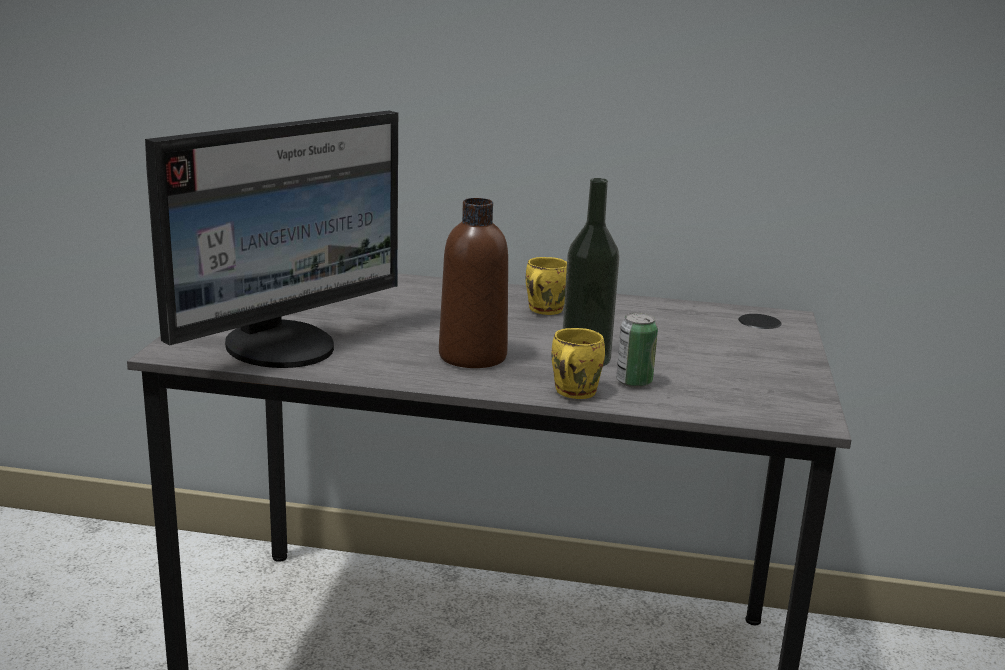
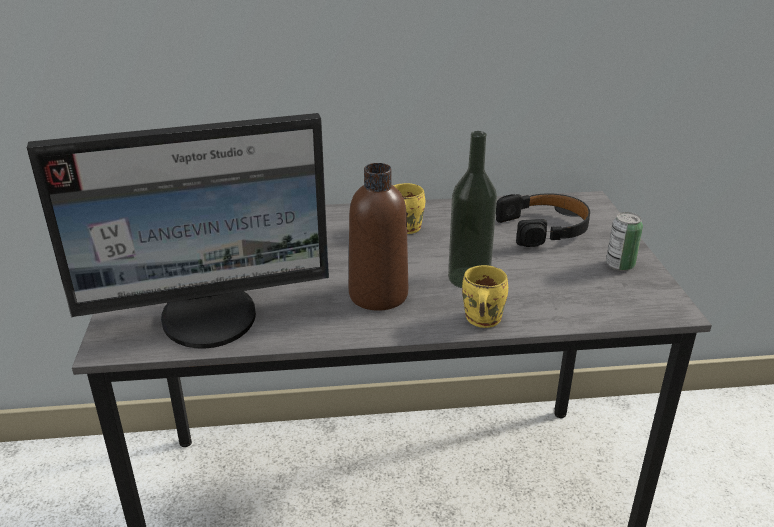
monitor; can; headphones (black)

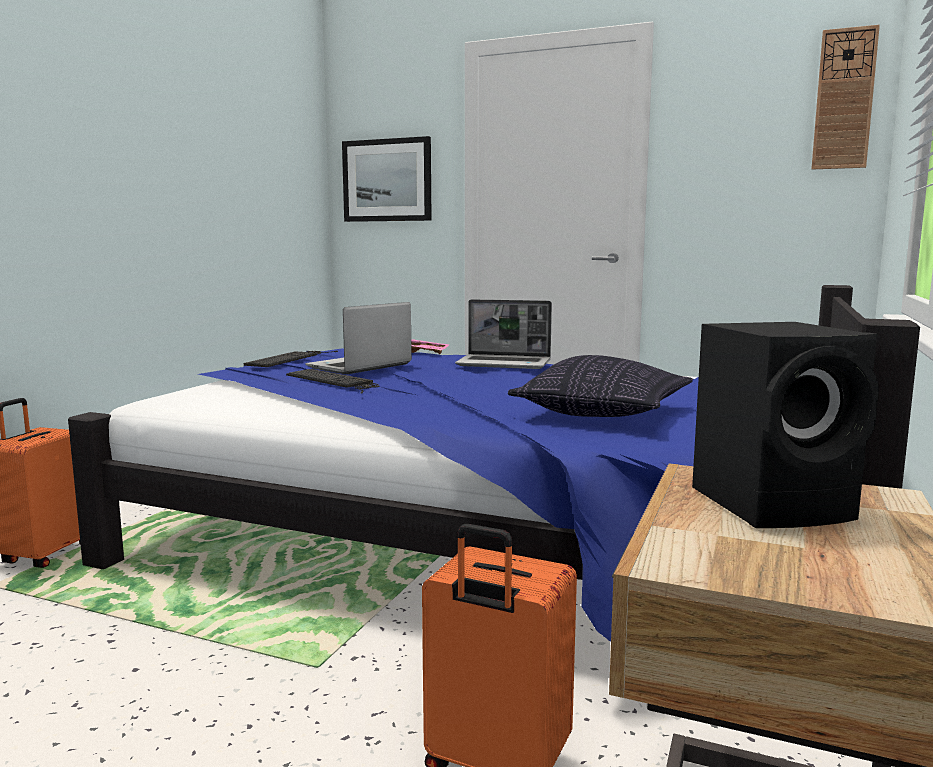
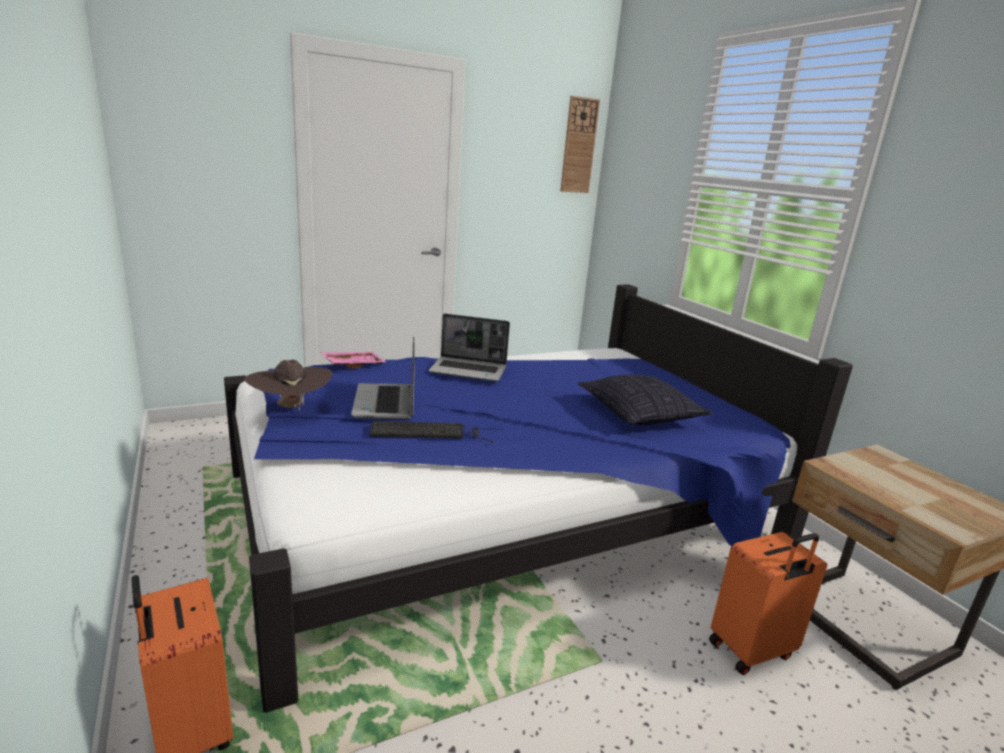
hat (brown); picture; laptop (2nd from left); speaker (black)

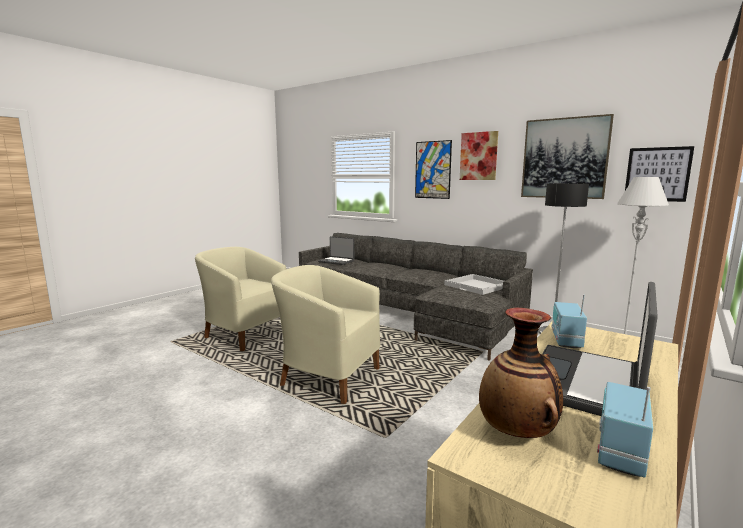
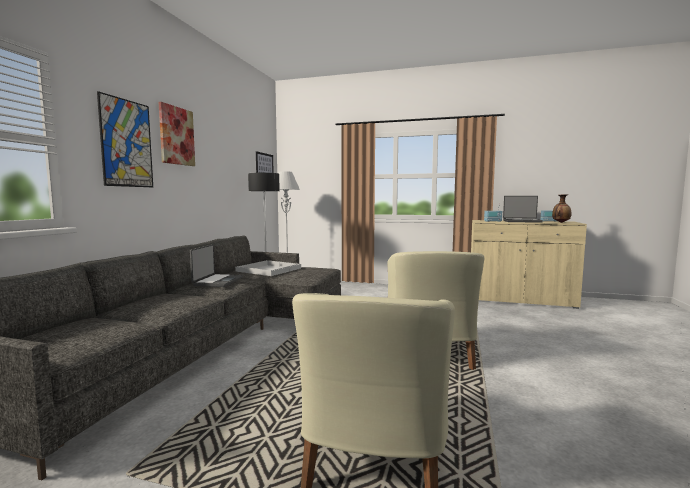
laptop (1st from left); picture (3rd from left in the first image)

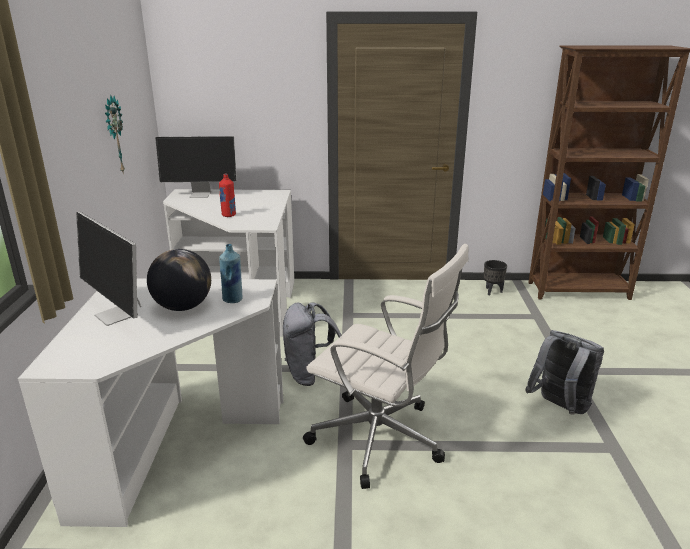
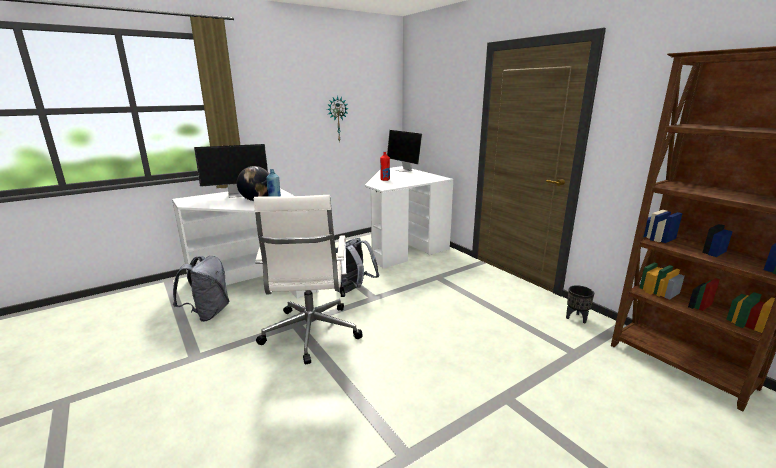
monitor (1st from left); backpack (grey) (1st from left)

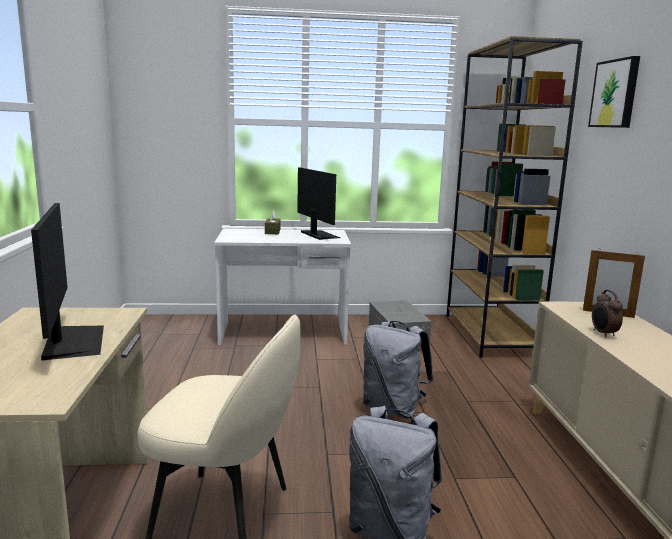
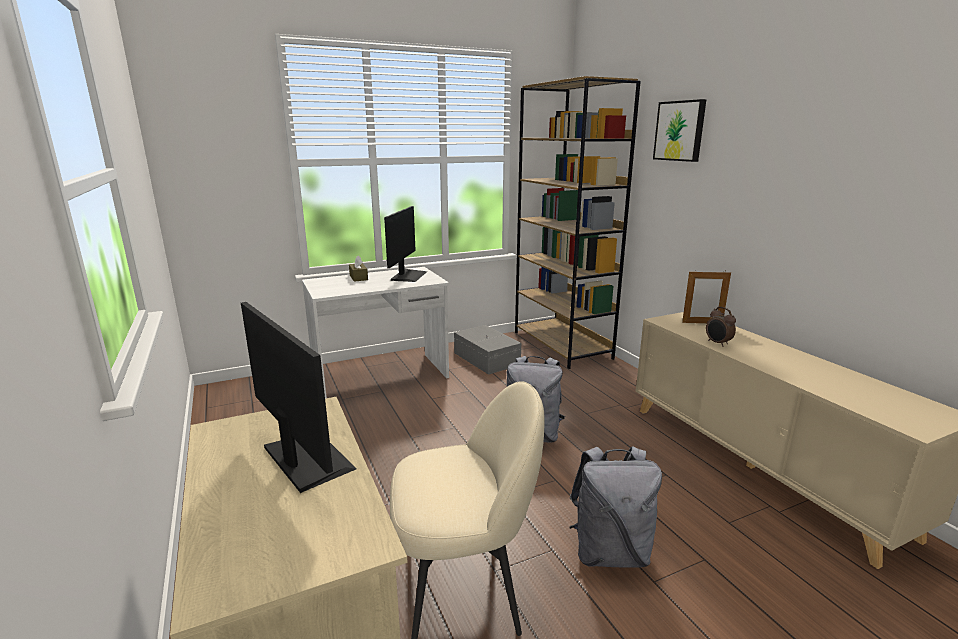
monitor (2nd from left)

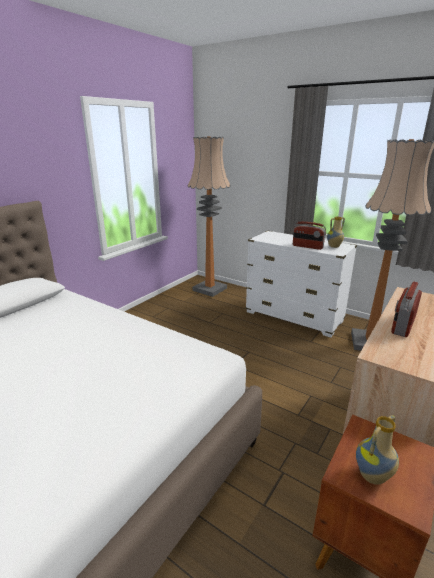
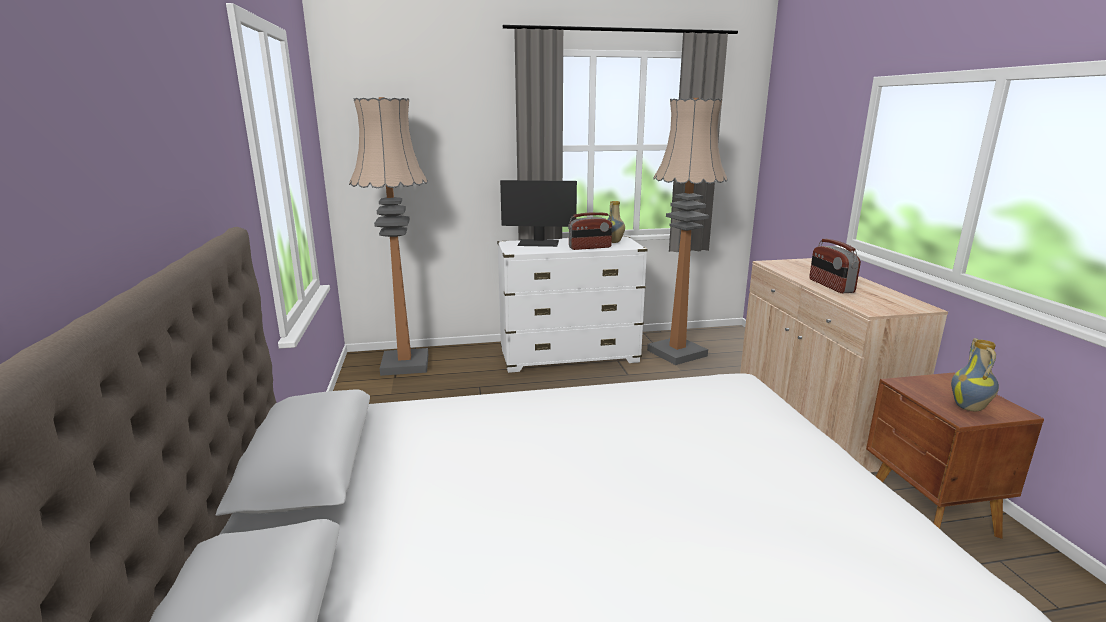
monitor

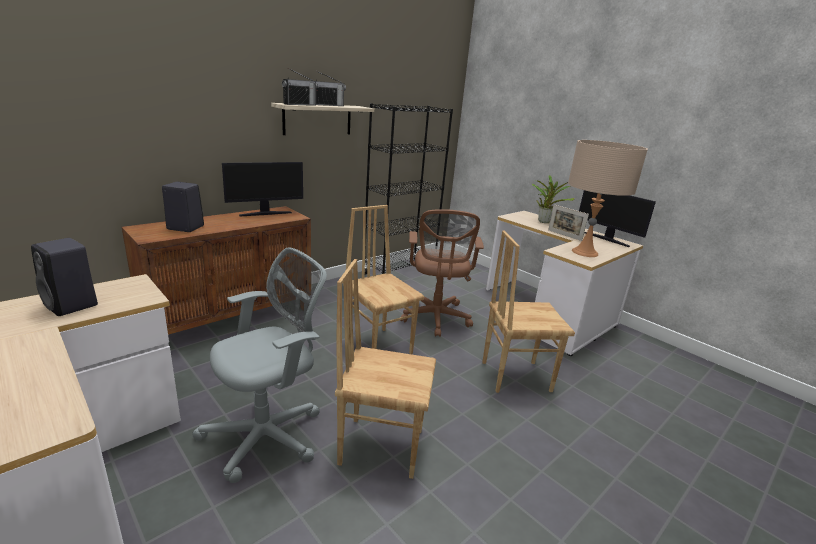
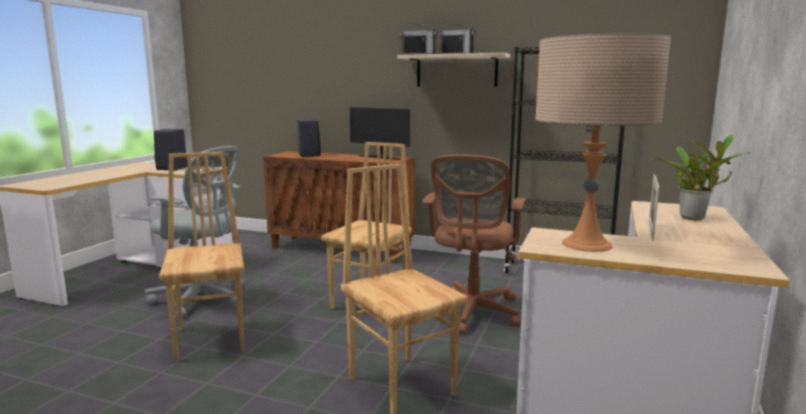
office chair (brown); monitor (2nd from left in the first image)

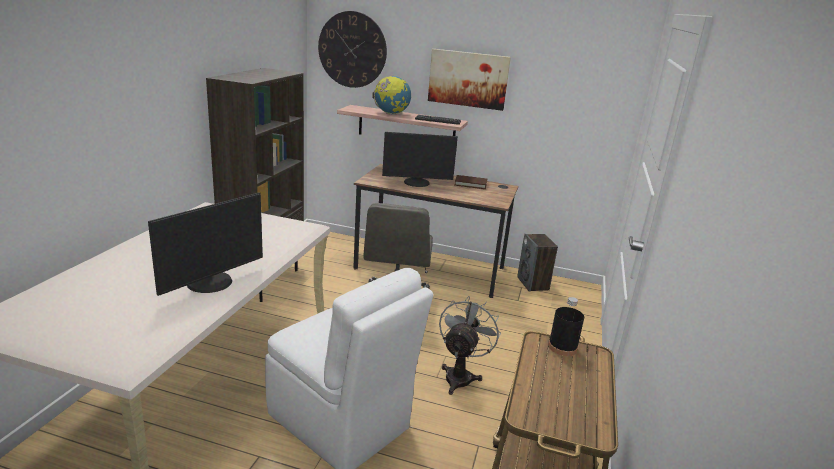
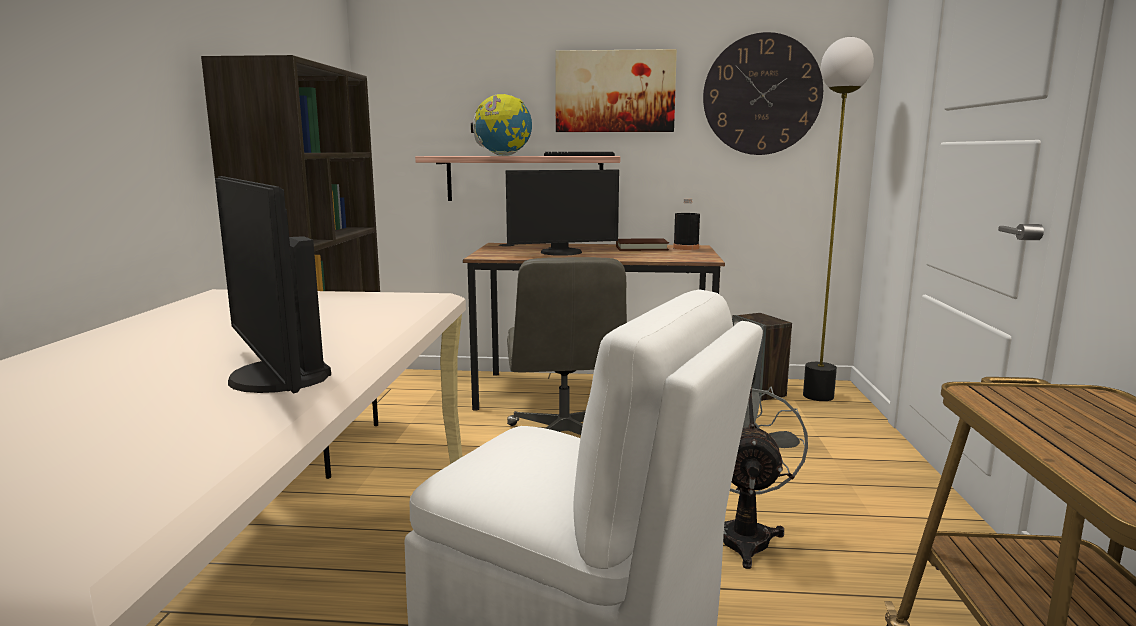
monitor (1st from left); wall clock; bottle (black); floor lamp

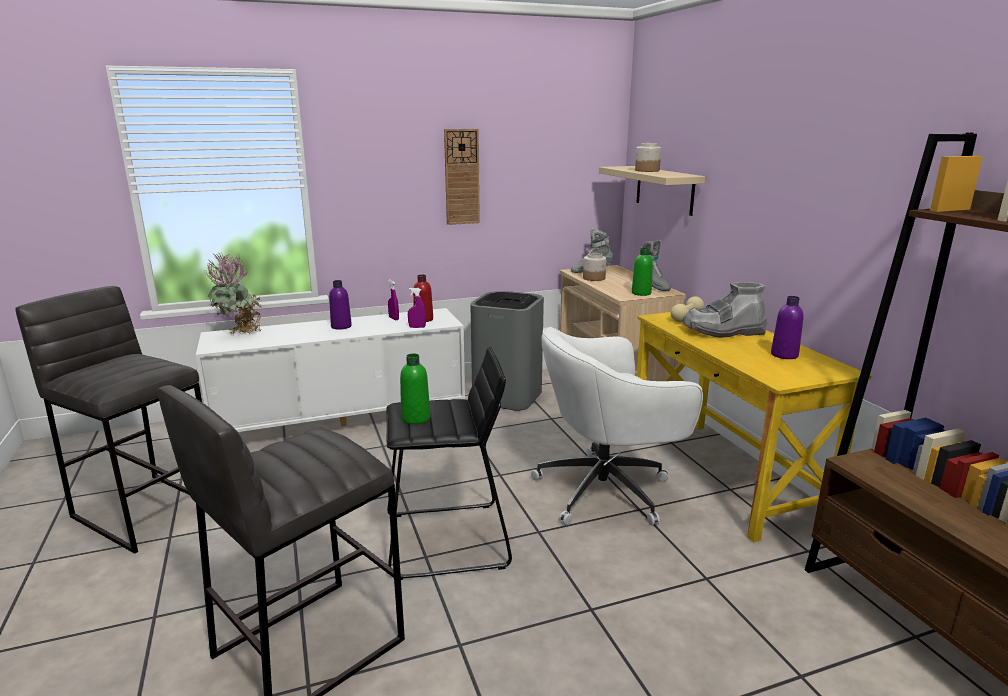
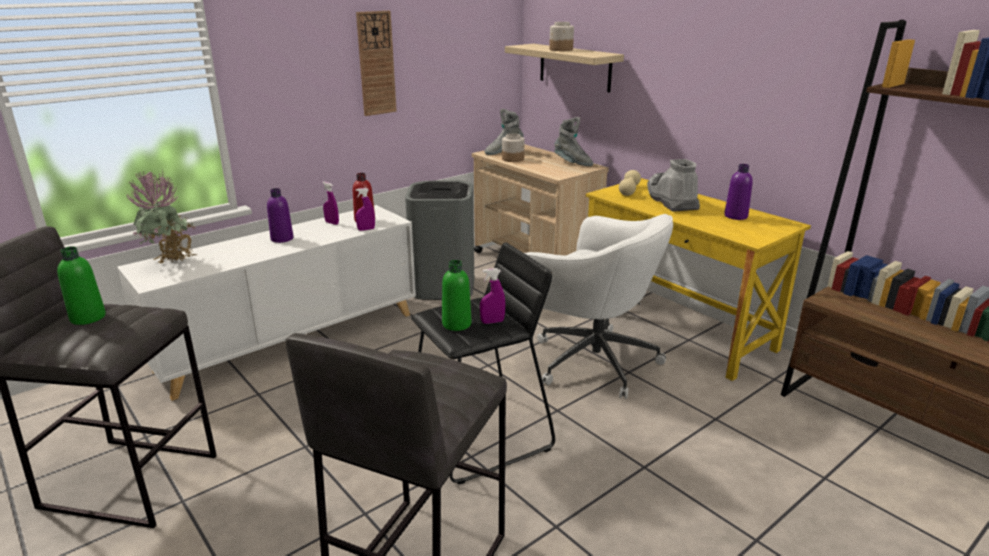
office chair (white); bottle (green) (1st from left); boot (grey) (3rd from left); spray bottle (purple) (3rd from left)

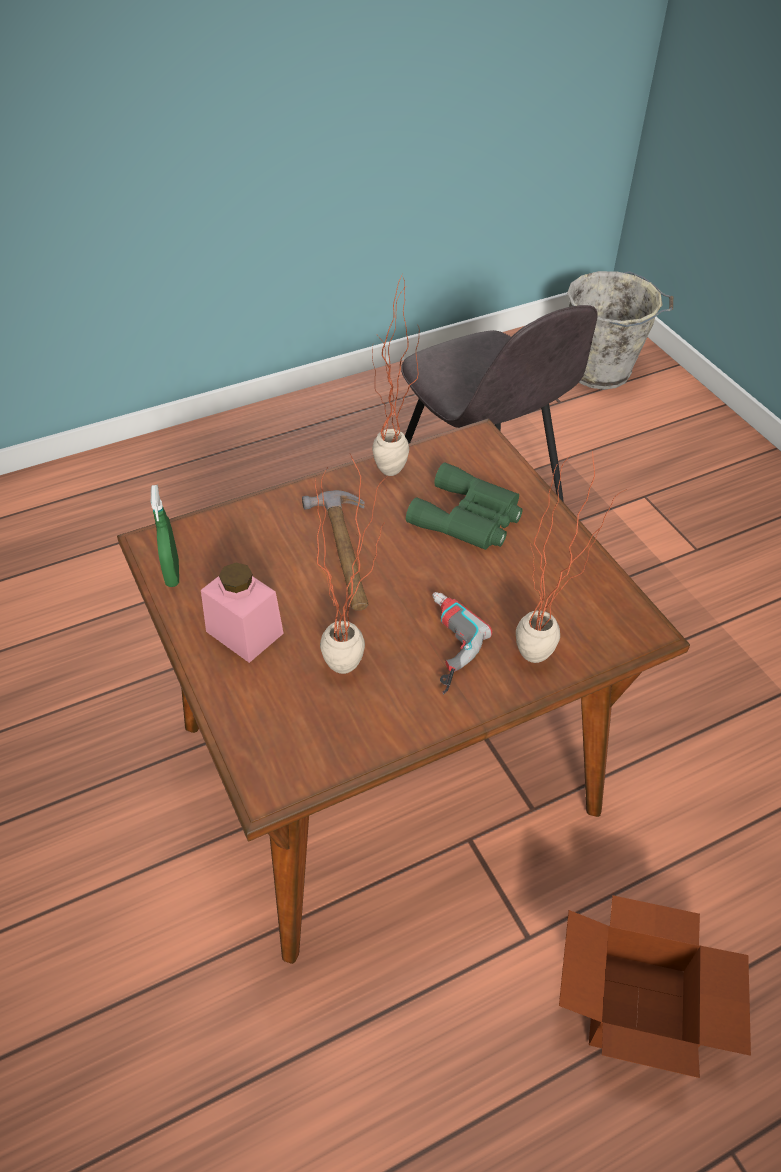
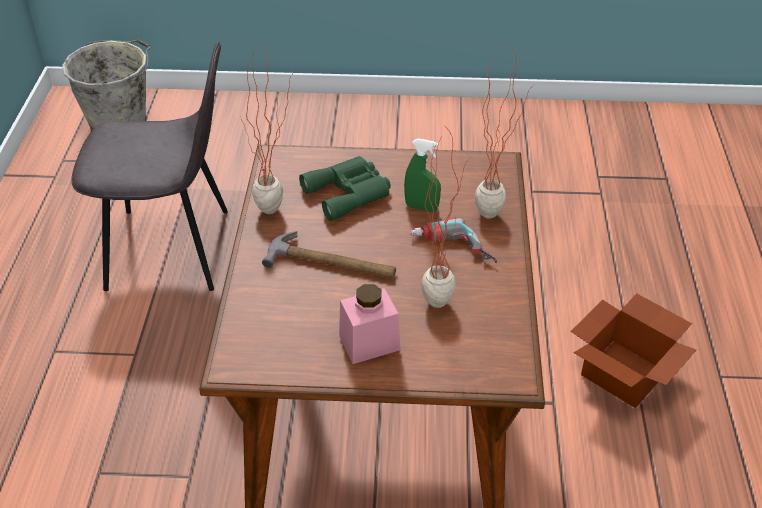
spray bottle (green)

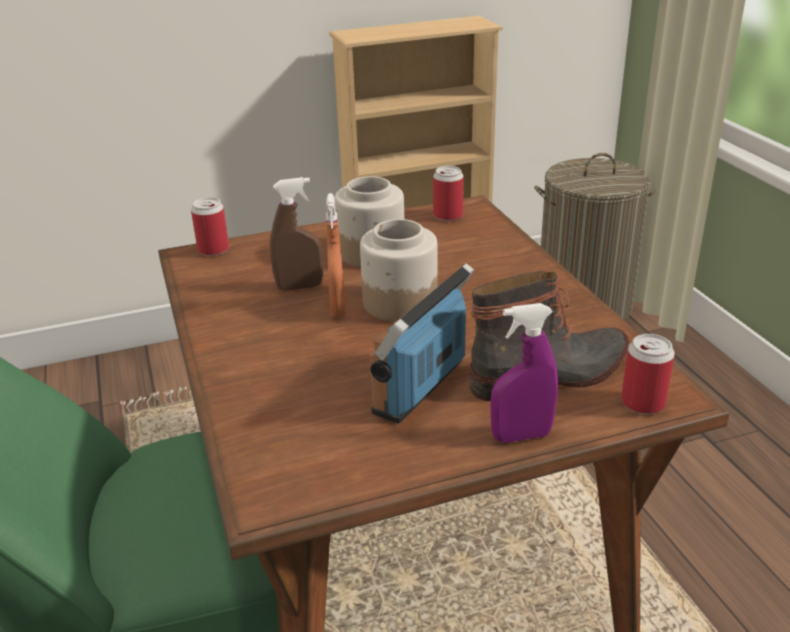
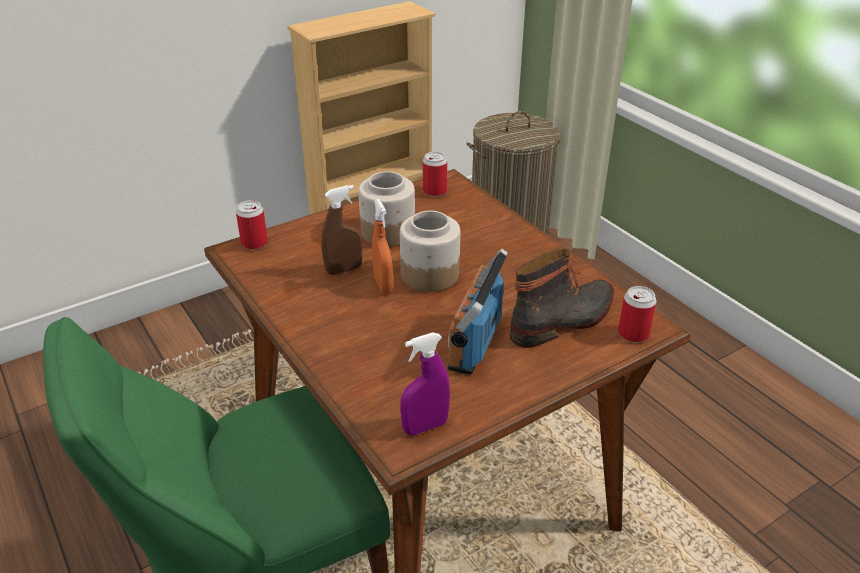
spray bottle (purple)

